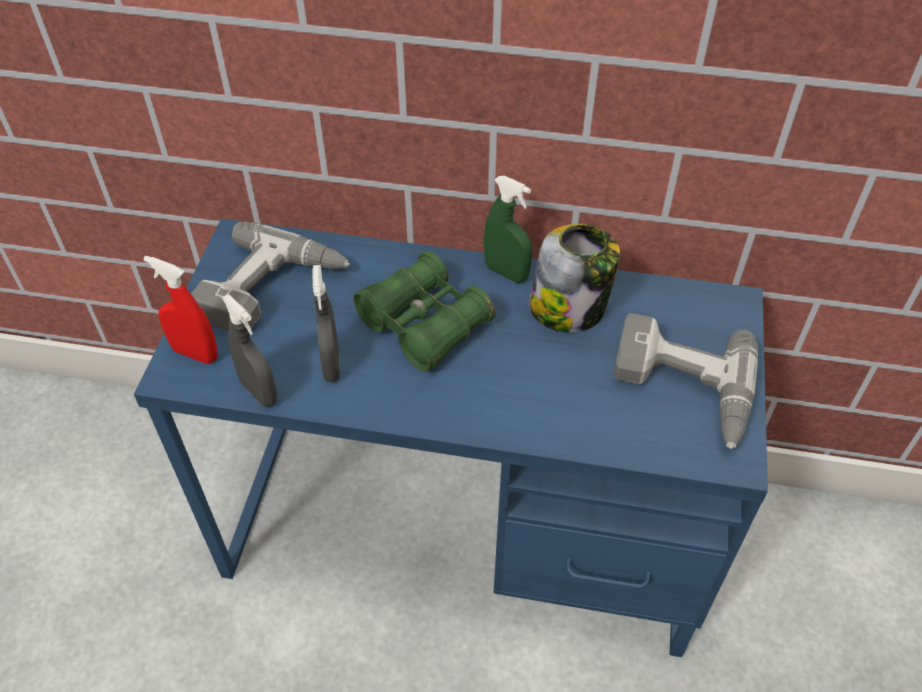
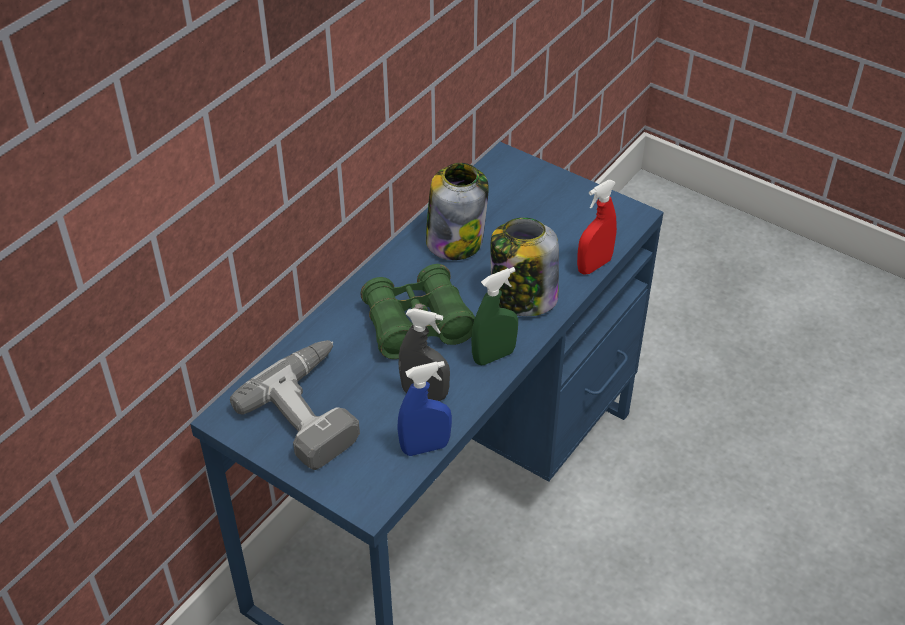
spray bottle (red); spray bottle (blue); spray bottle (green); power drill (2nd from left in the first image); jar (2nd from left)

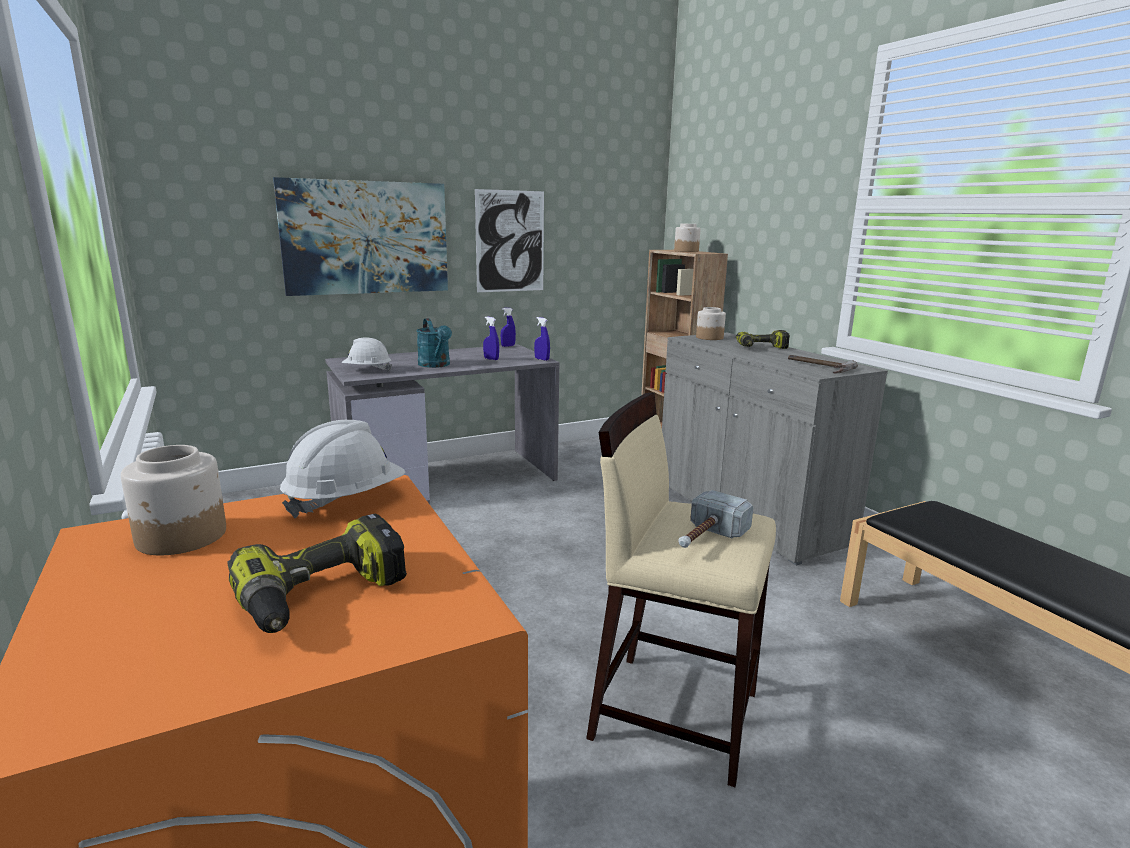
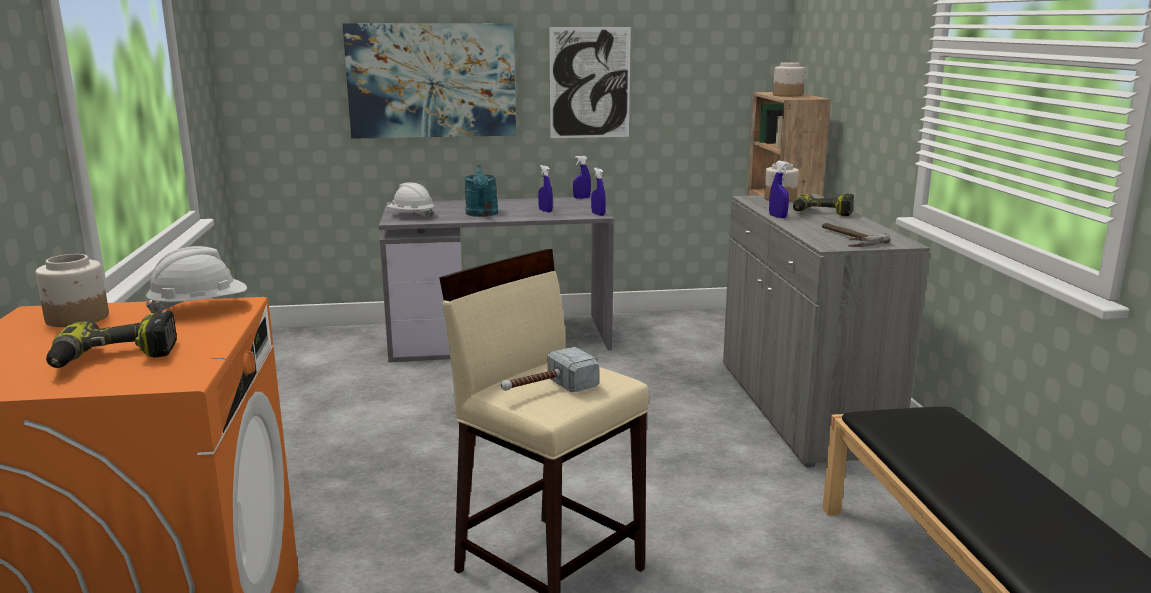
spray bottle (blue) (4th from left)

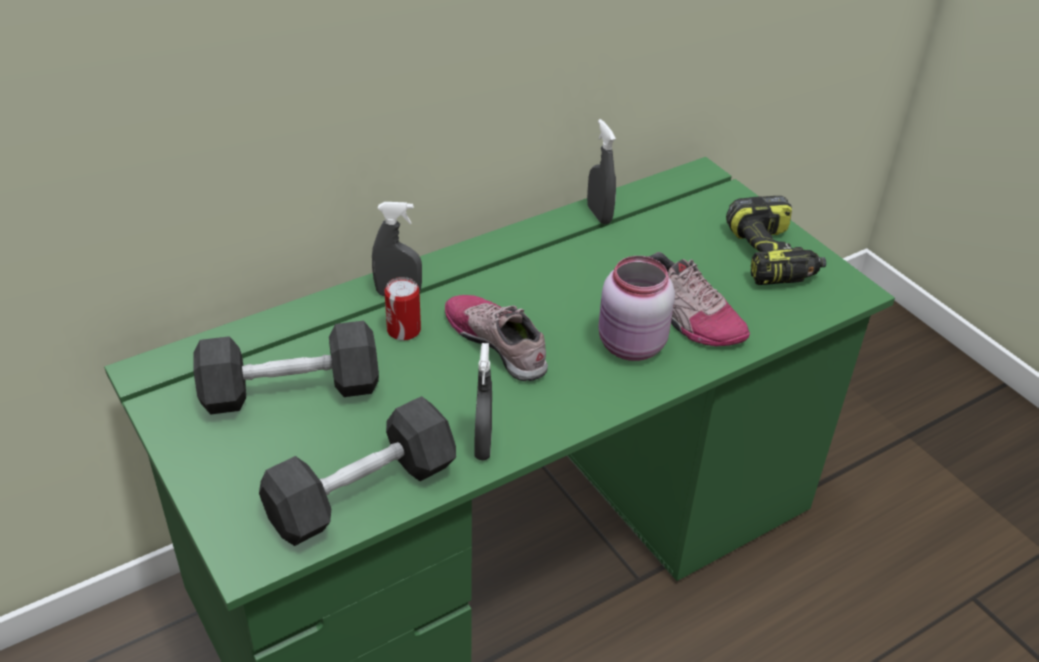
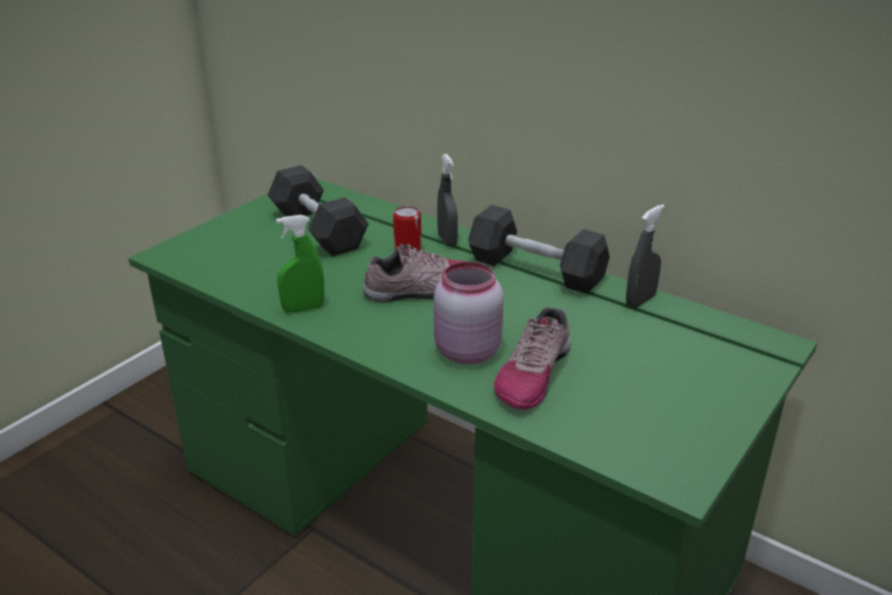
dumbbell (black) (2nd from left); shoe (1st from left); spray bottle (green); power drill

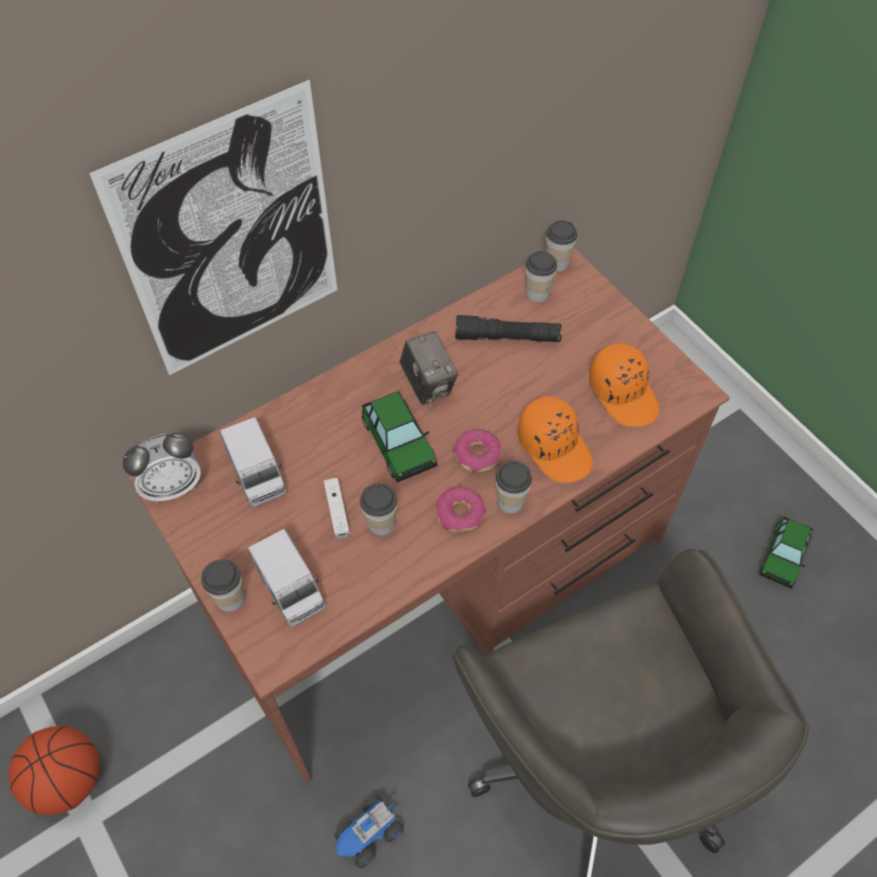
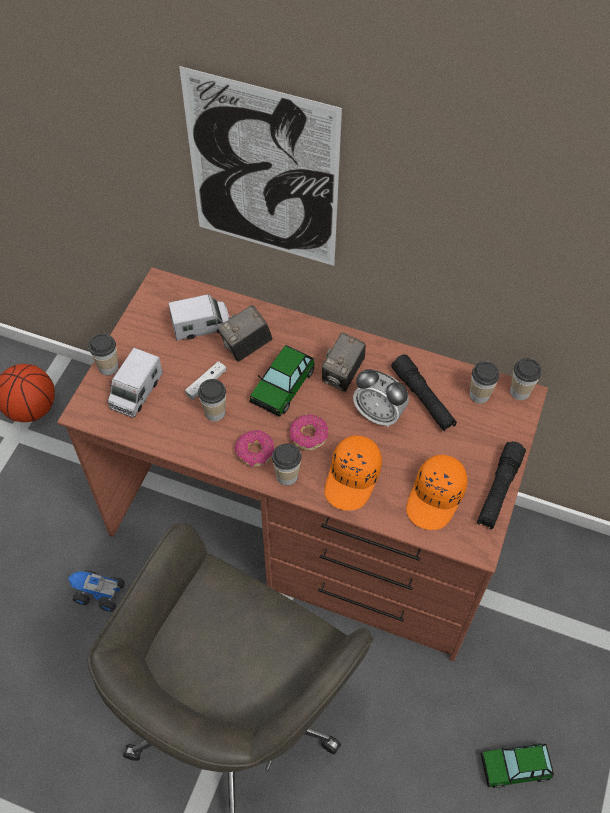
alarm clock; toy truck (3rd from left); photo camera (1st from left); flashlight (black) (2nd from left)

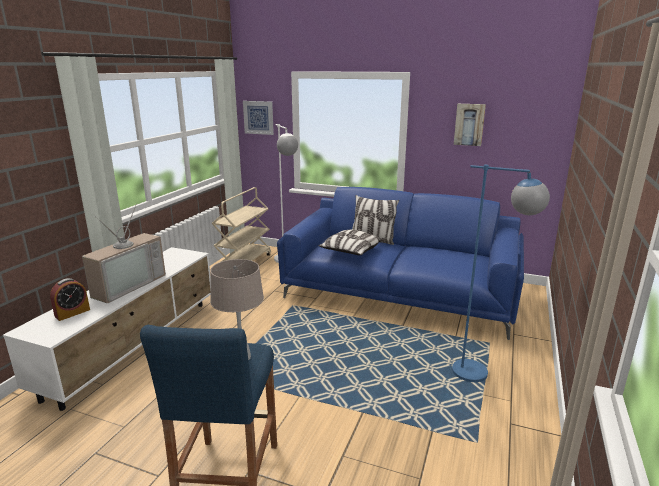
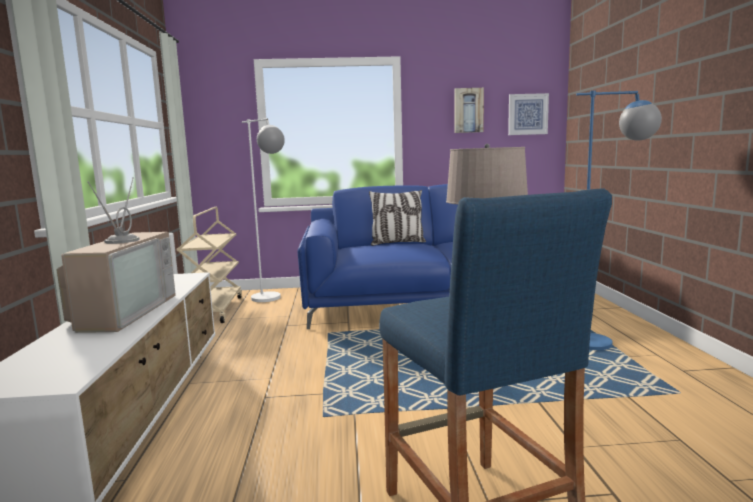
alarm clock; picture (2nd from left); pillow (1st from left in the first image)

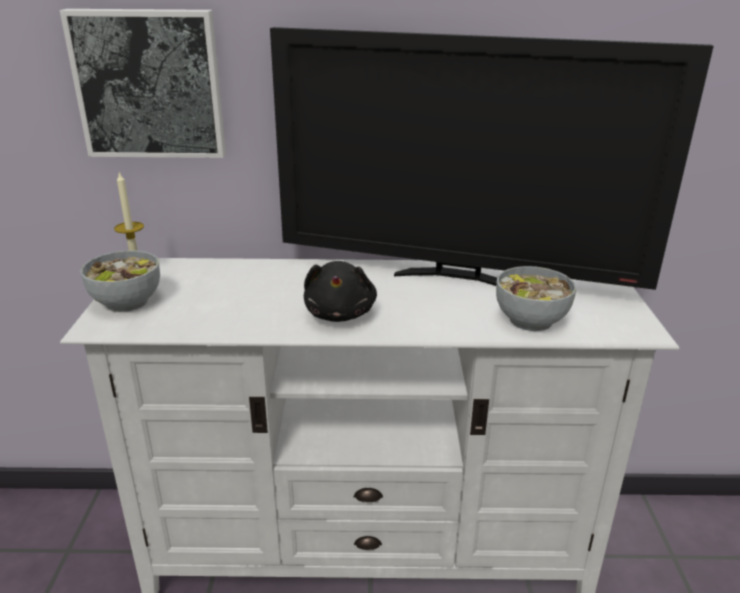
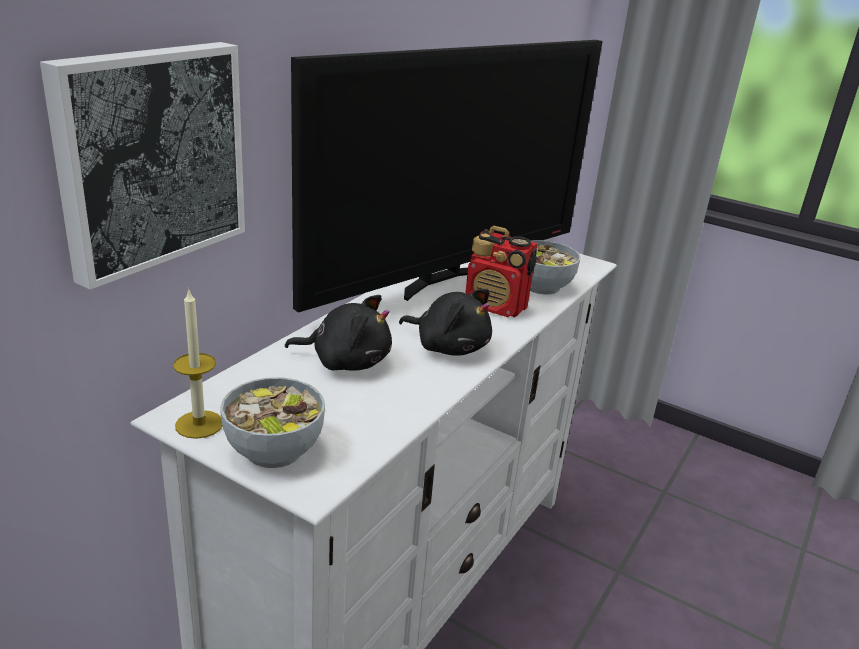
plush toy (black) (1st from left); radio

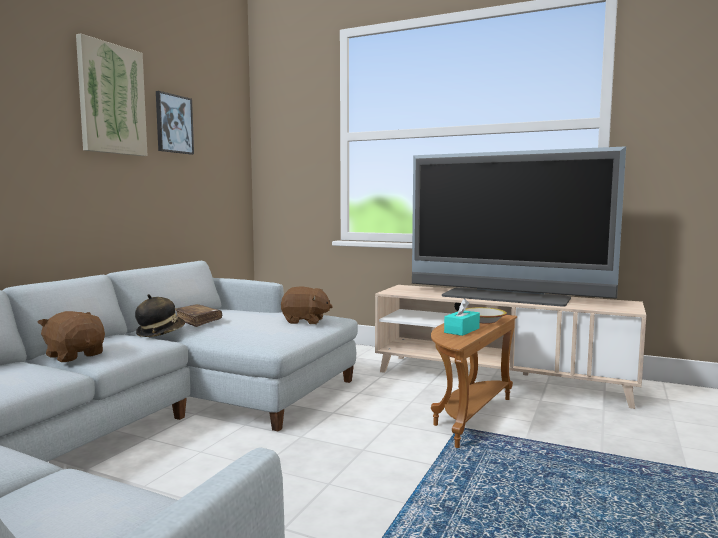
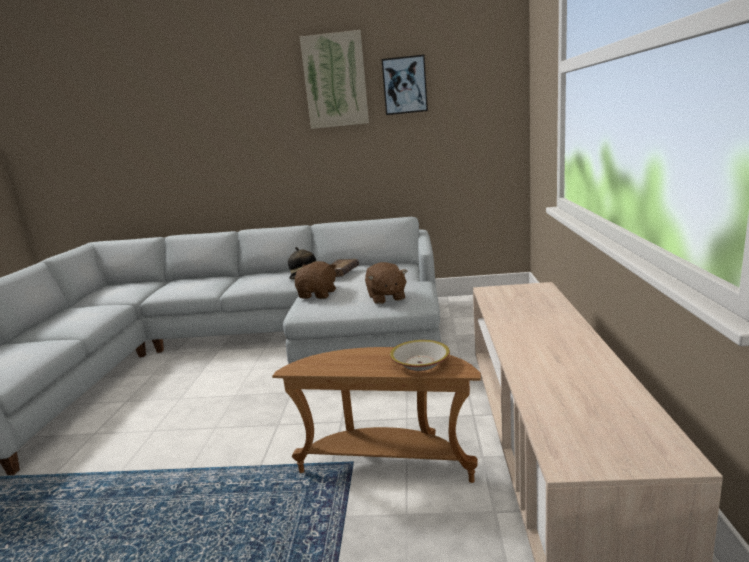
plush toy (brown) (1st from left); television; tissue box (turquoise)

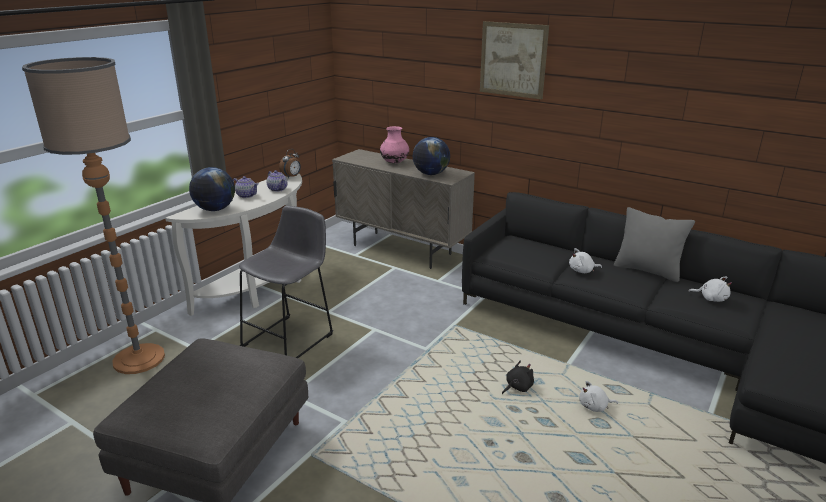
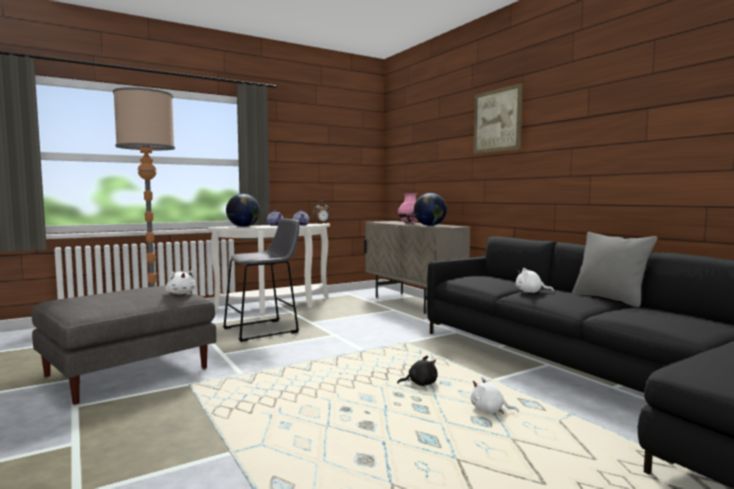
plush toy (white) (1st from left)

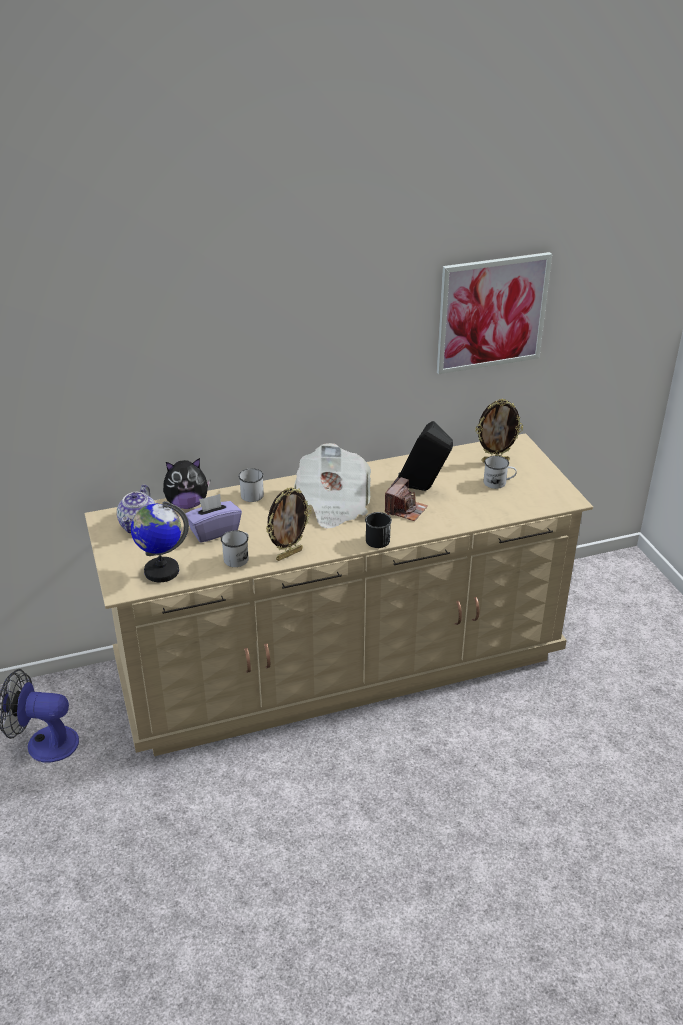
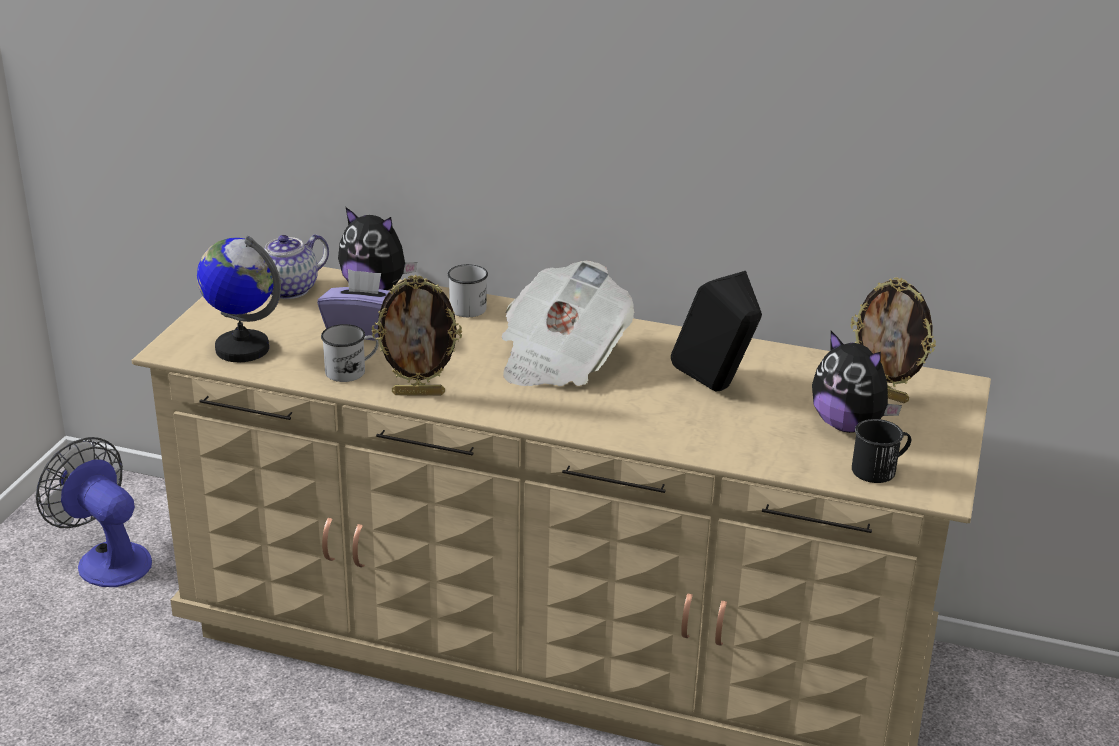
mug (black); photo camera; picture; plush toy (2nd from left)

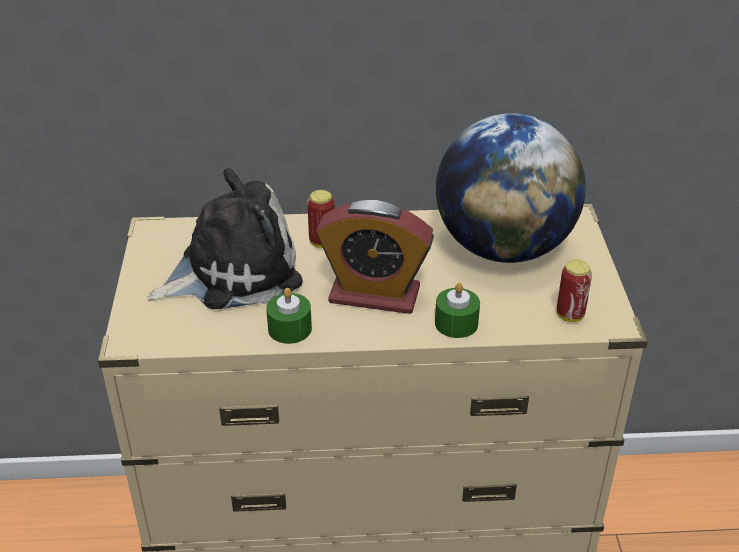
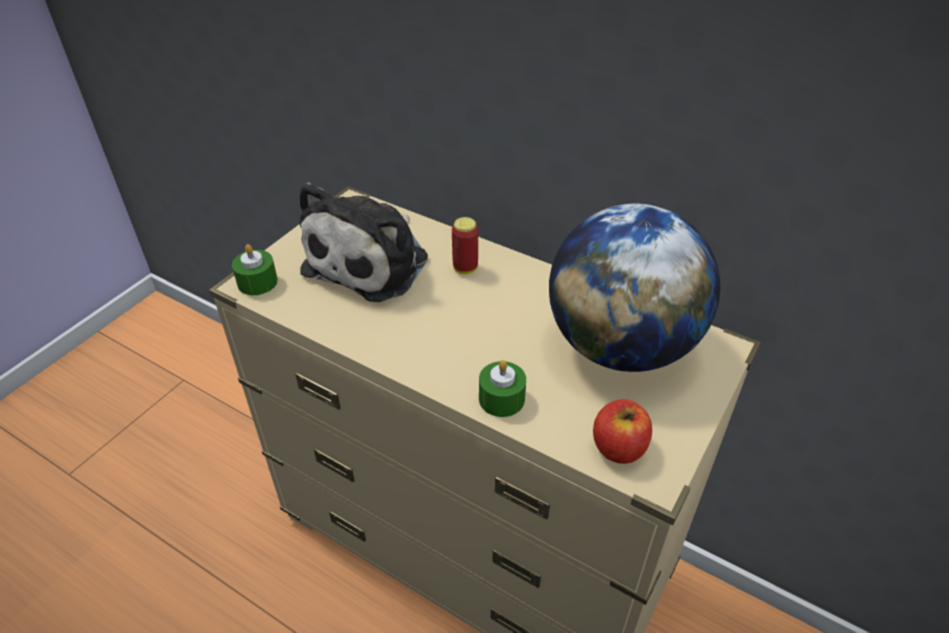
plush toy; candle (green) (1st from left); alarm clock; apple

